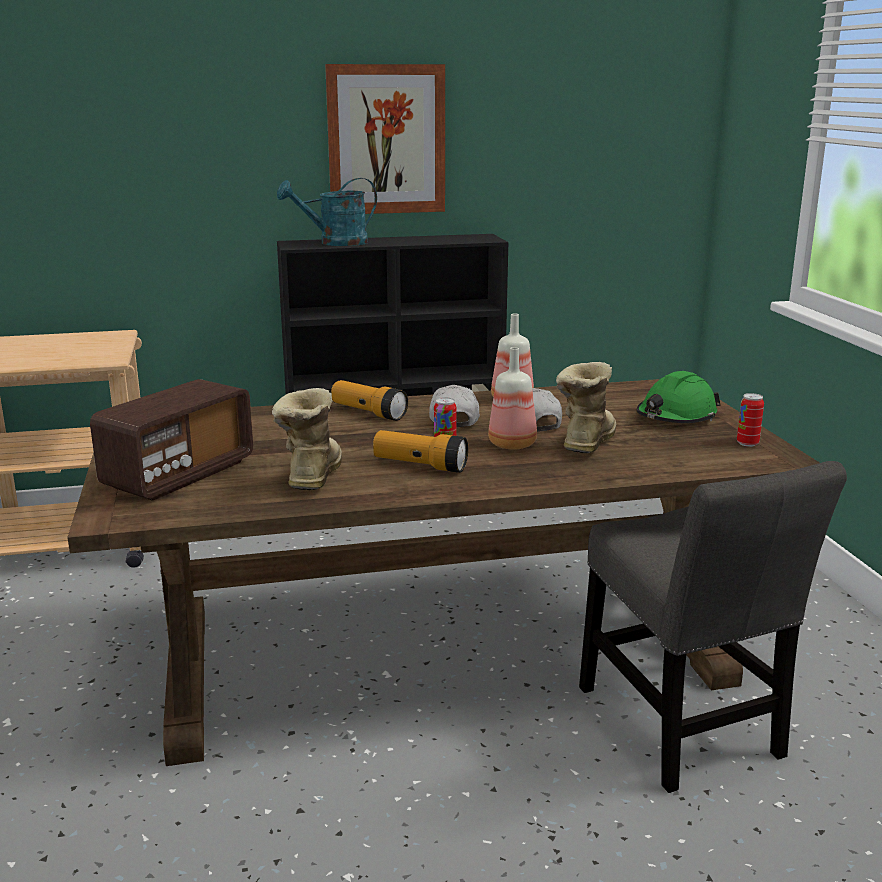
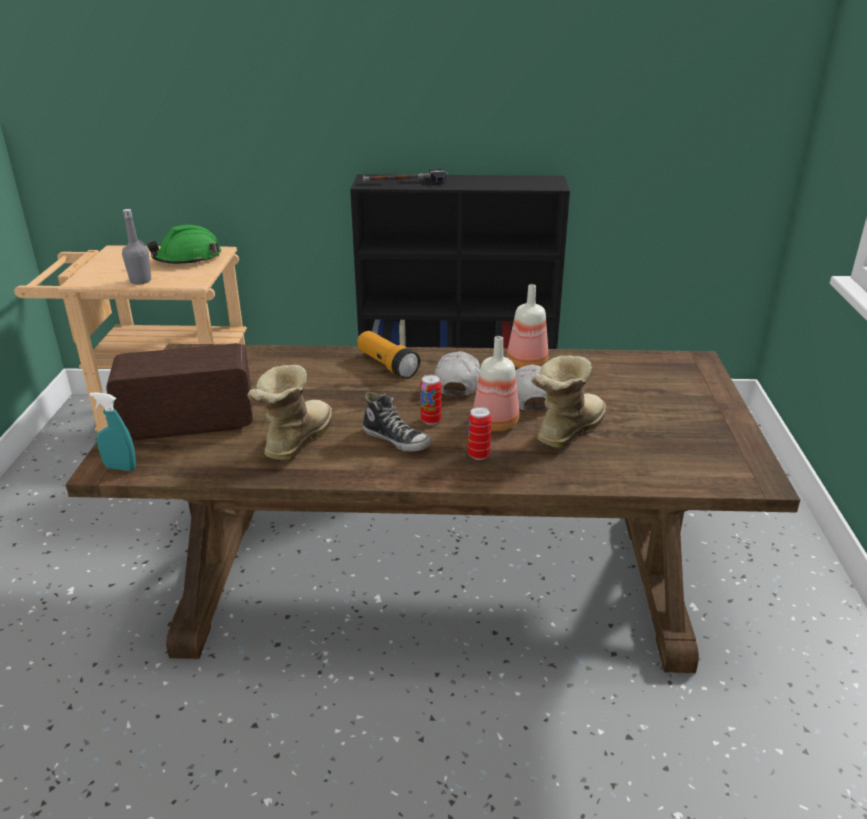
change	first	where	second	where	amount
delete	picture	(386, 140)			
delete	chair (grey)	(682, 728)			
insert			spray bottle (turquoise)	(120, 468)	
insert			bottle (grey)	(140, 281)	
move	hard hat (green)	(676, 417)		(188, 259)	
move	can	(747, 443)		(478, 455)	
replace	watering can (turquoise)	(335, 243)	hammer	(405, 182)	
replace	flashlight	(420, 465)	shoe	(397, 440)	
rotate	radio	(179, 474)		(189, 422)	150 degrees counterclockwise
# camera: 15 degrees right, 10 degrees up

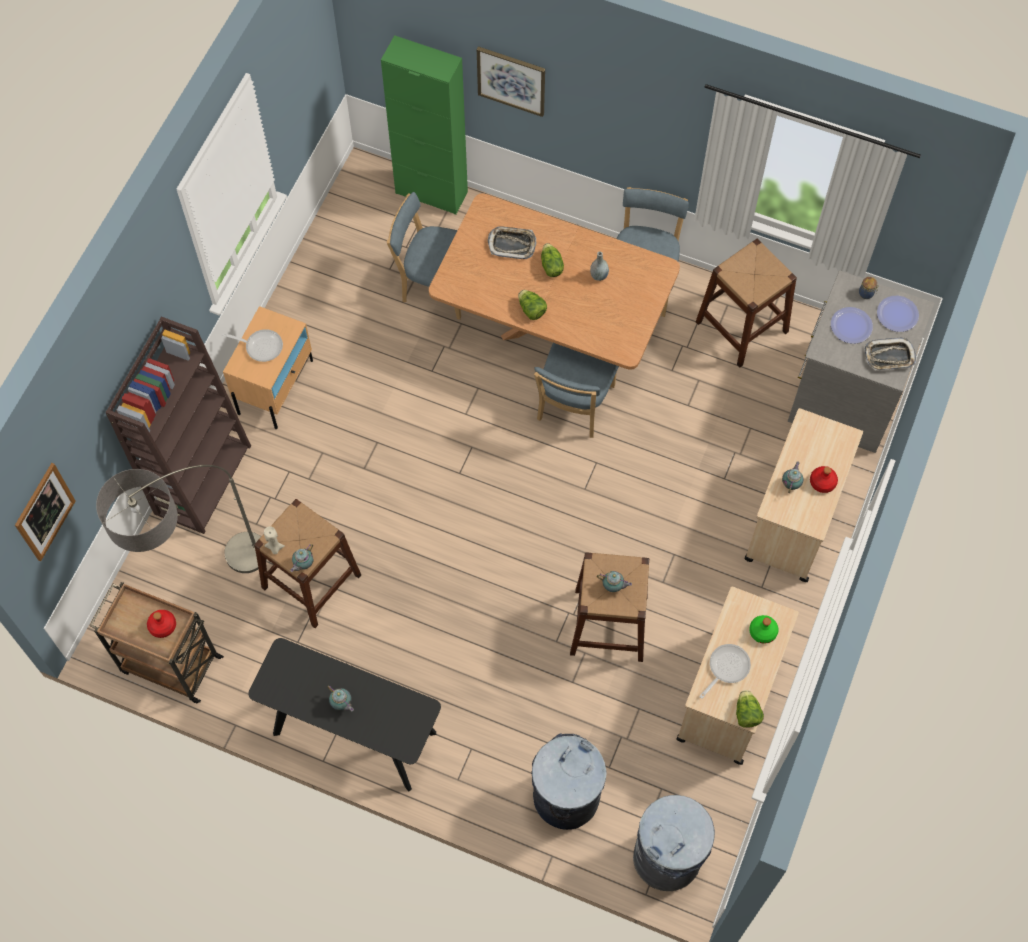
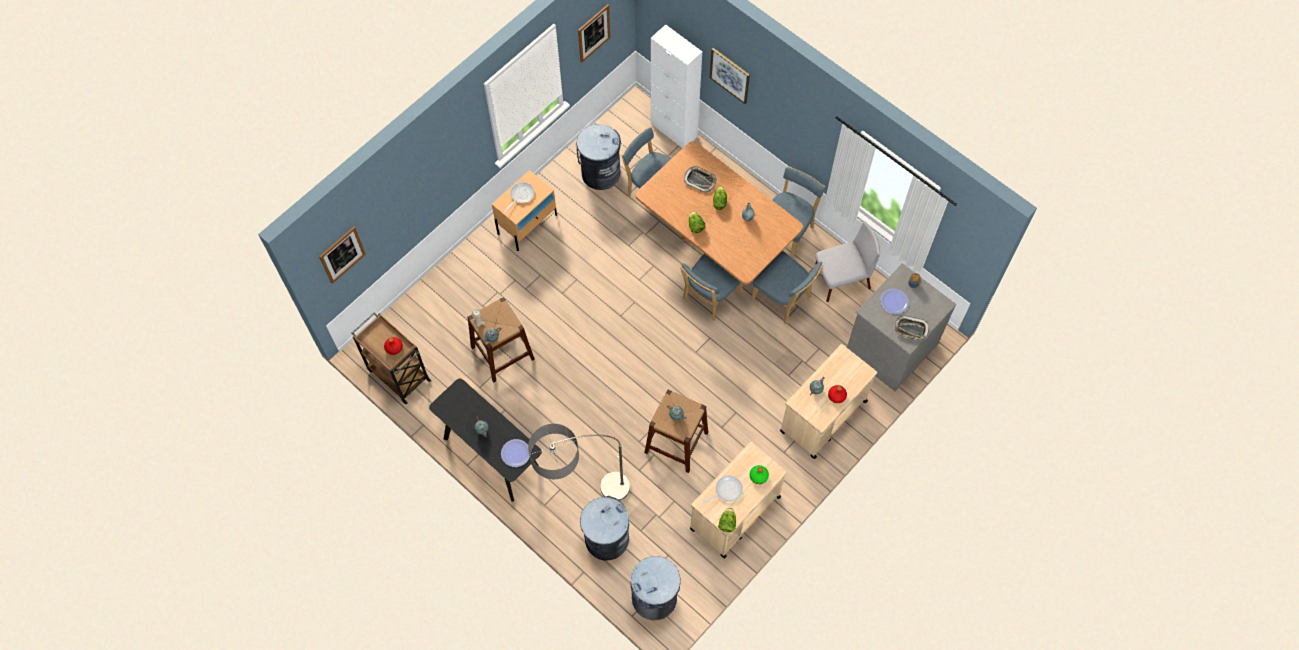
change	first	where	second	where	amount
delete	bookcase (brown)	(202, 478)			
insert			trash can (grey)	(600, 173)	
insert			picture	(593, 33)	
insert			chair (blue)	(783, 300)	
move	floor lamp	(202, 583)		(580, 497)	
move	plate	(897, 314)		(515, 453)	
replace	stool (brown)	(742, 326)	chair (grey)	(840, 281)	
recolor	cabinet (green)	(431, 192)	cabinet (white)	(674, 130)	
rotate	frying pan	(261, 346)		(520, 195)	90 degrees counterclockwise
# camera: 20 degrees right, 0 degrees up

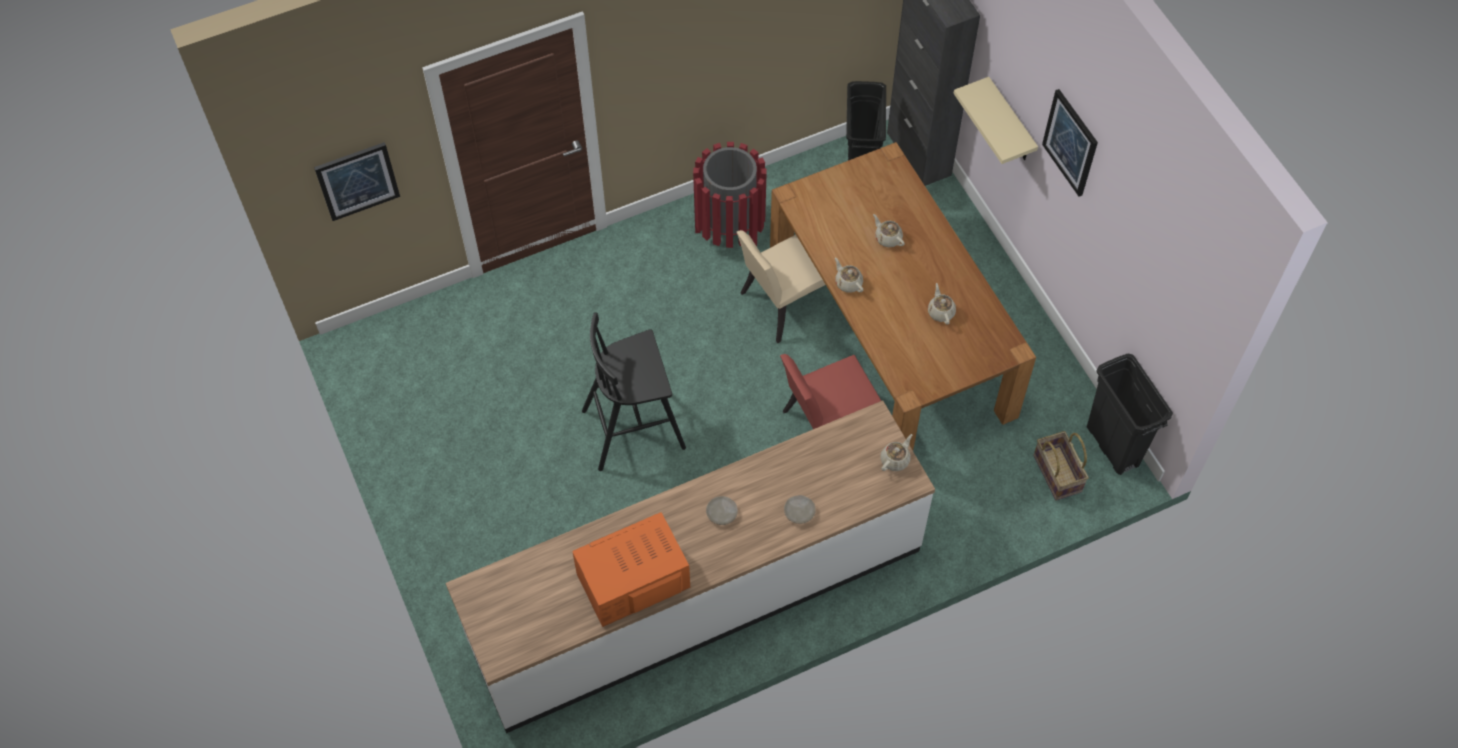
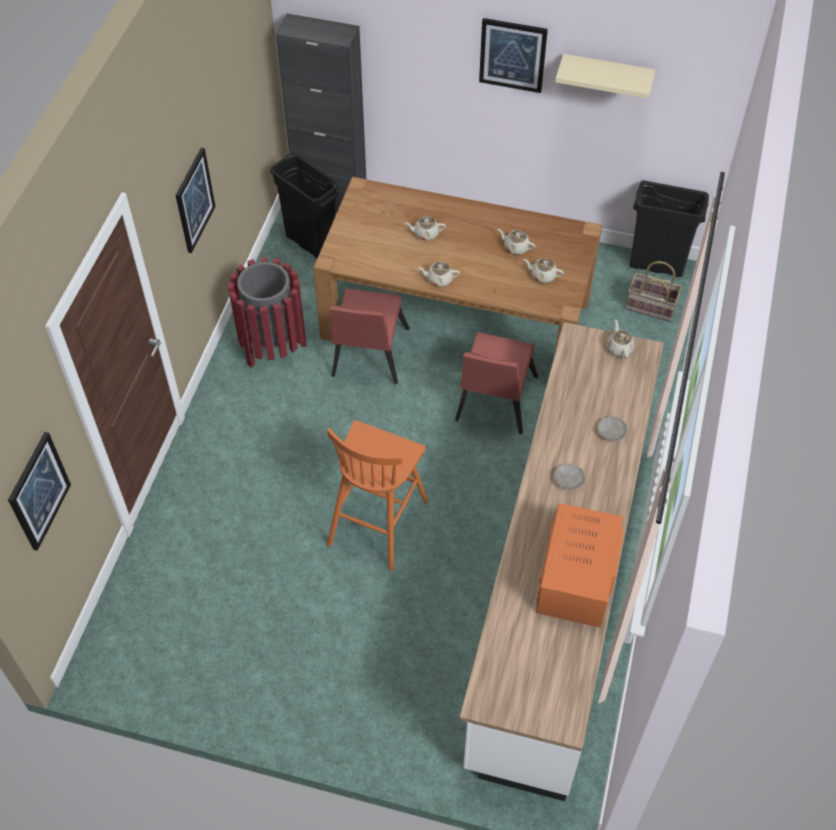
change	first	where	second	where	amount
insert			picture	(194, 200)	
insert			teapot (beige)	(542, 275)	
move	shelf (beige)	(1010, 123)		(607, 75)	
recolor	stool (black)	(635, 428)	stool (orange)	(379, 521)	
recolor	chair (beige)	(785, 302)	chair (red)	(368, 356)	
# camera: 50 degrees left, 5 degrees down

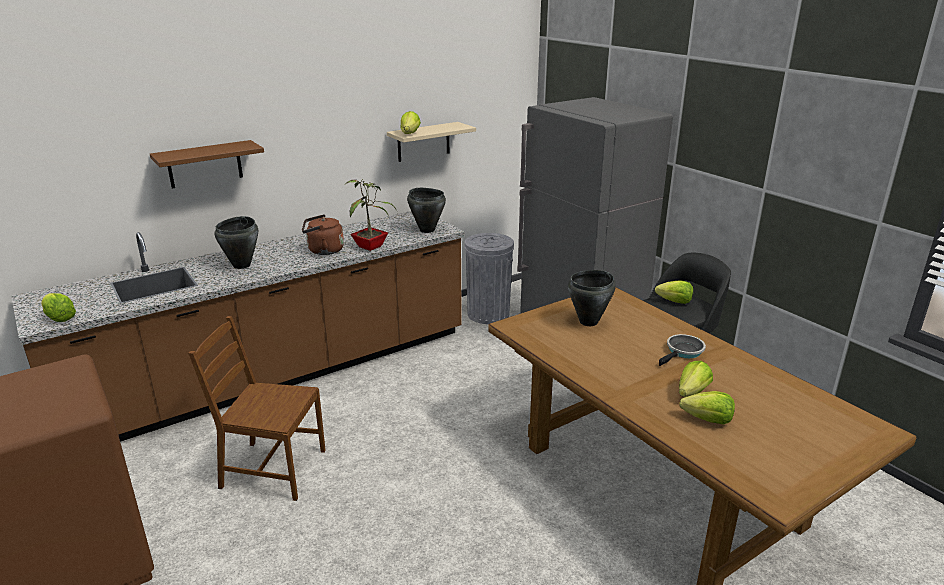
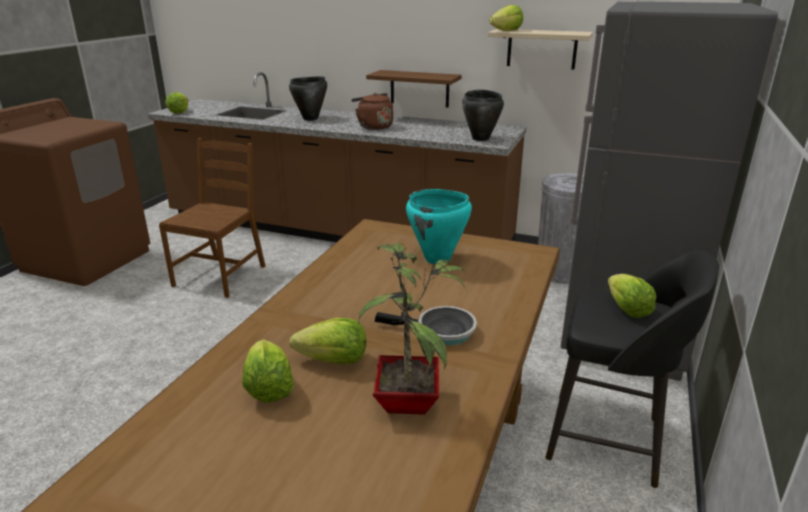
change	first	where	second	where	amount
move	shelf (brown)	(205, 164)		(419, 88)	
move	potted plant	(371, 246)		(410, 402)	
recolor	cooking pot (black)	(589, 322)	cooking pot (turquoise)	(437, 259)	
rotate	chair (brown)	(272, 469)		(220, 275)	45 degrees clockwise
# camera: 55 degrees right, 0 degrees up

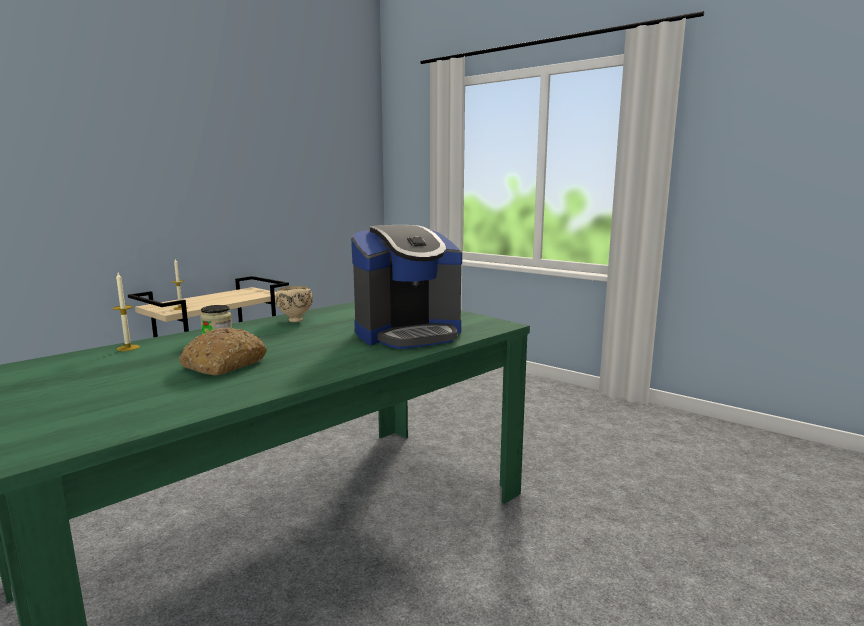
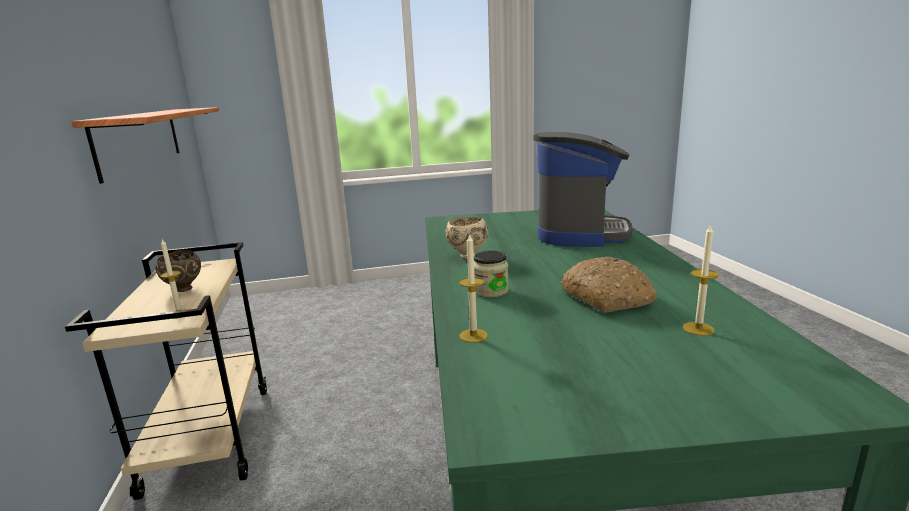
change	first	where	second	where	amount
insert			shelf	(140, 140)	
insert			bowl (brown)	(184, 289)	
insert			candle	(698, 328)	
# camera: 50 degrees left, 5 degrees up

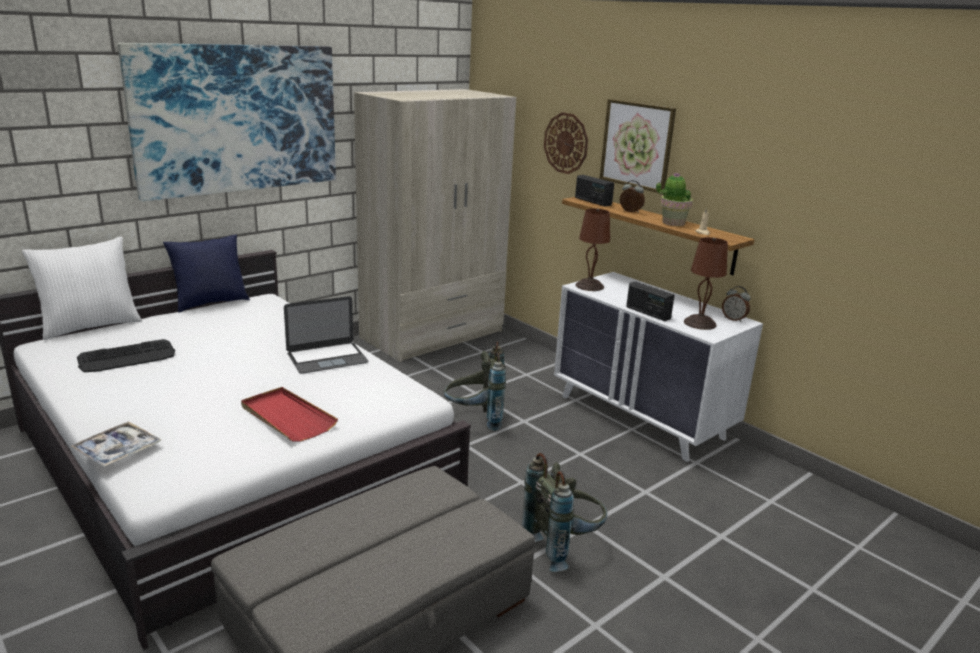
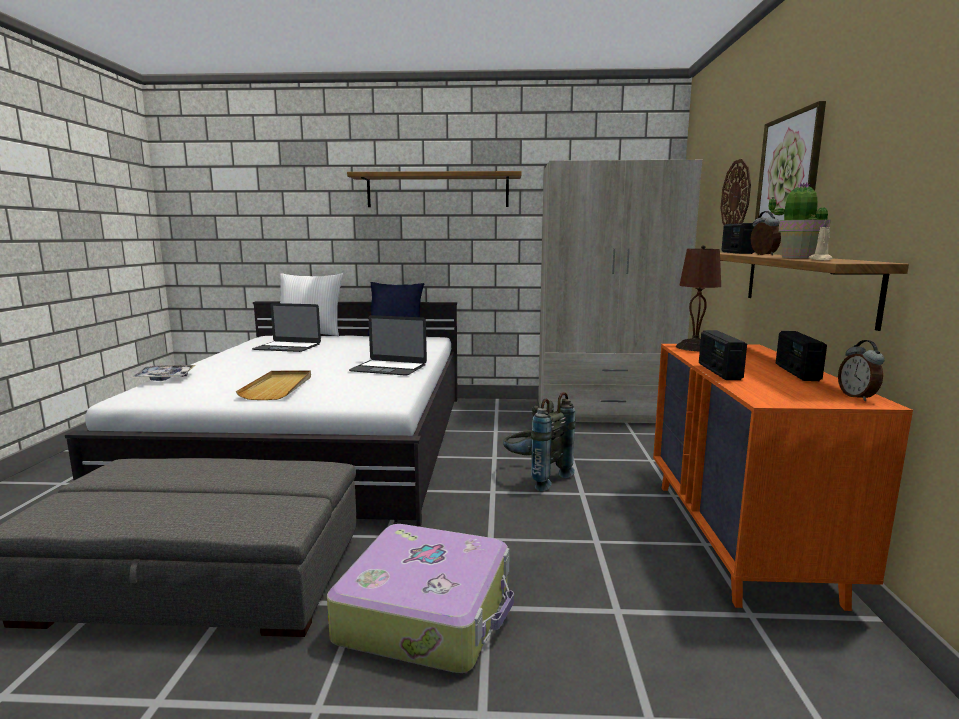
change	first	where	second	where	amount
delete	table lamp (brown)	(699, 323)			
insert			radio	(796, 372)	
replace	keyboard	(127, 357)	laptop	(287, 347)	
replace	picture	(238, 119)	shelf	(437, 191)	
replace	backpack (grey)	(563, 547)	suitcase	(427, 613)	
recolor	tray (red)	(287, 417)	tray (beige)	(278, 387)	
recolor	dresser (white)	(642, 417)	dresser (orange)	(739, 538)	
# camera: 45 degrees right, 10 degrees down

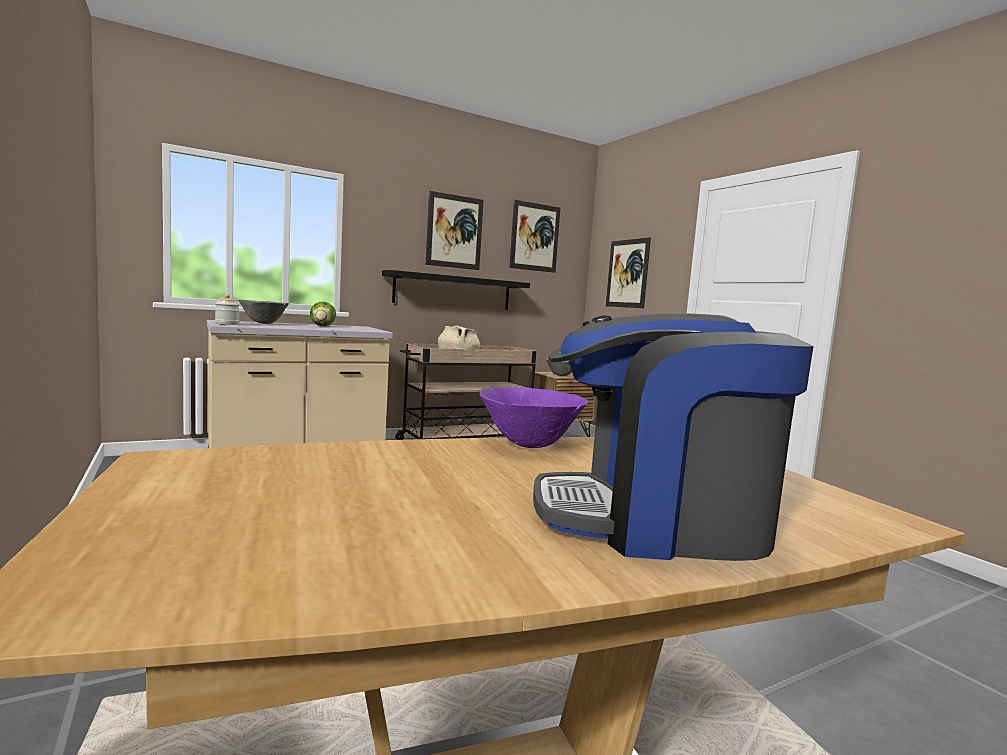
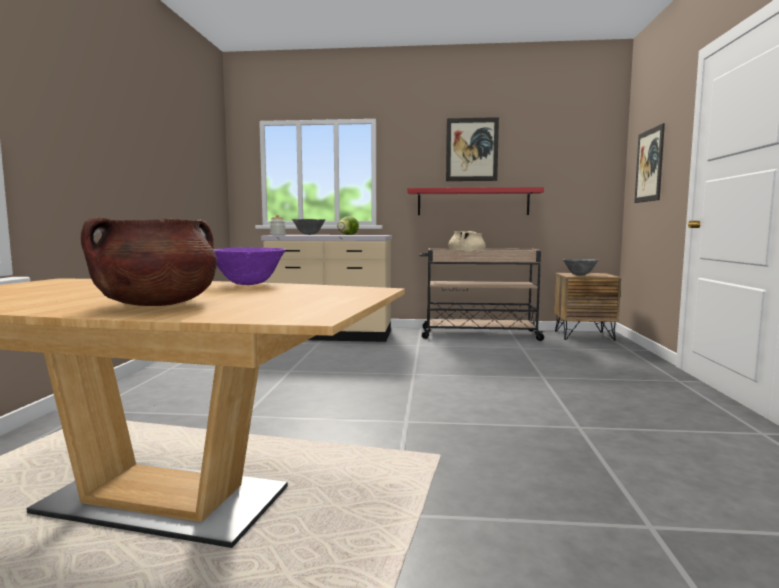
change	first	where	second	where	amount
delete	picture	(534, 237)			
replace	coffee machine	(656, 521)	cooking pot (brown)	(157, 305)	
recolor	shelf (black)	(453, 291)	shelf (red)	(473, 202)	
# camera: 35 degrees right, 0 degrees up

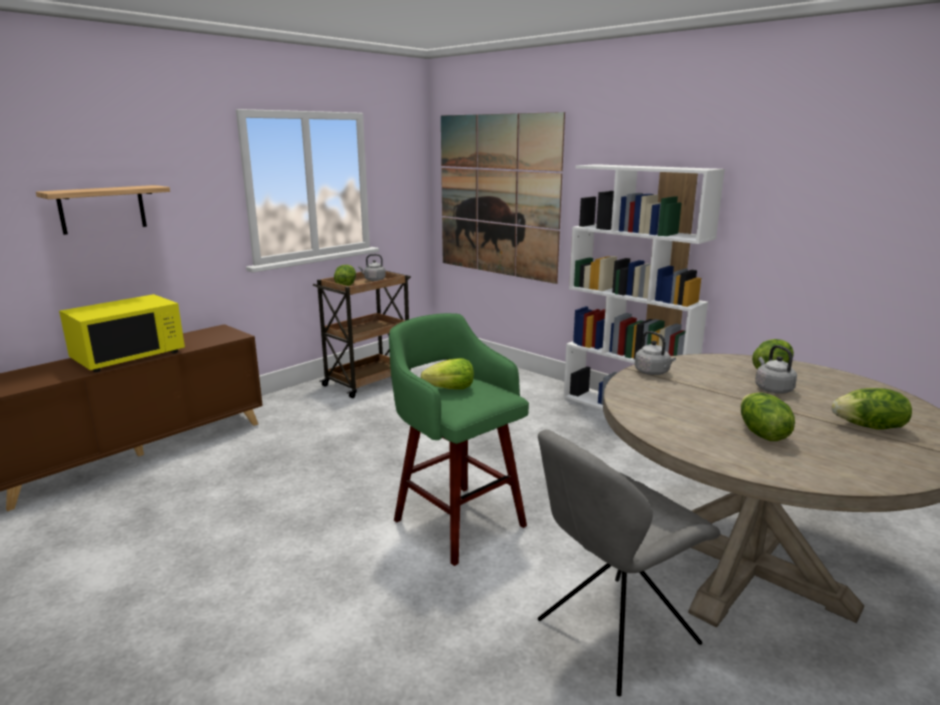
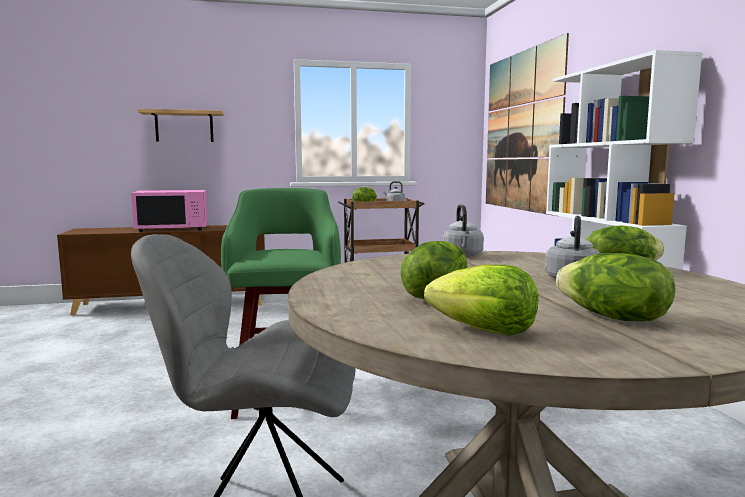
change	first	where	second	where	amount
move	lettuce	(451, 389)		(485, 332)	
recolor	microwave (yellow)	(129, 356)	microwave (pink)	(173, 229)	
# camera: 35 degrees right, 10 degrees down

